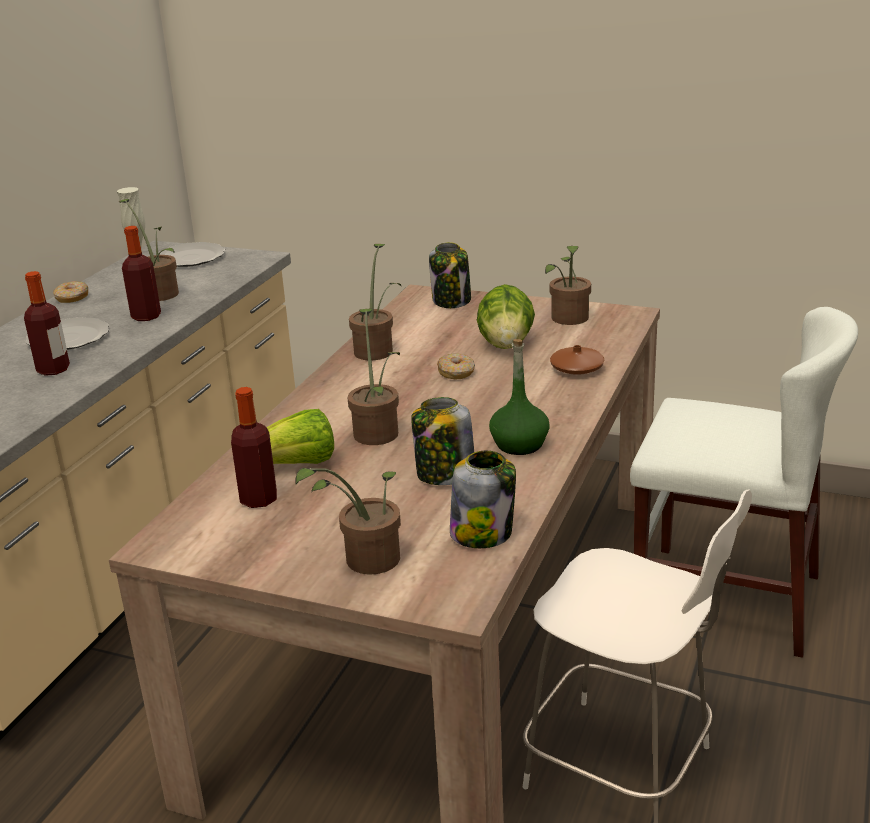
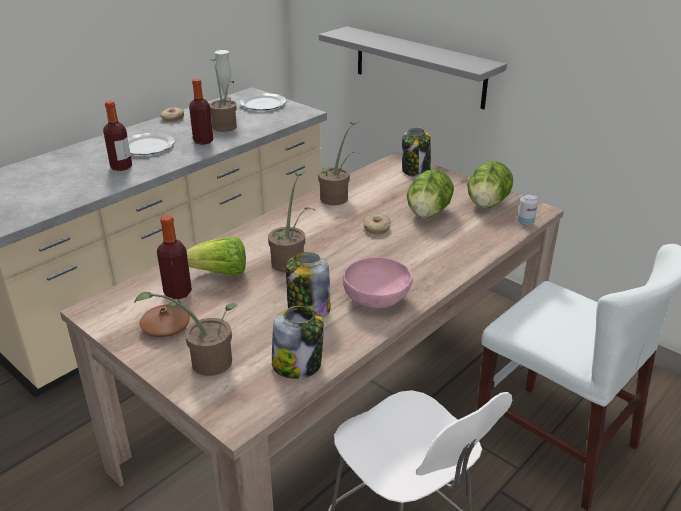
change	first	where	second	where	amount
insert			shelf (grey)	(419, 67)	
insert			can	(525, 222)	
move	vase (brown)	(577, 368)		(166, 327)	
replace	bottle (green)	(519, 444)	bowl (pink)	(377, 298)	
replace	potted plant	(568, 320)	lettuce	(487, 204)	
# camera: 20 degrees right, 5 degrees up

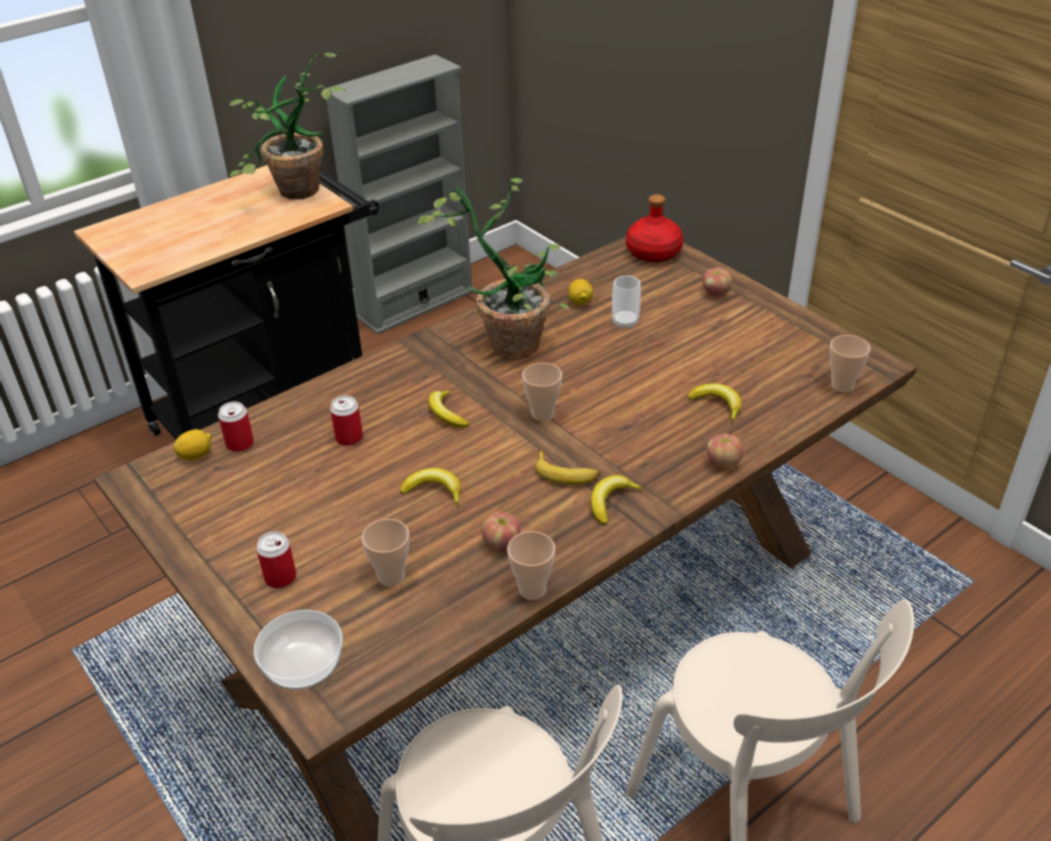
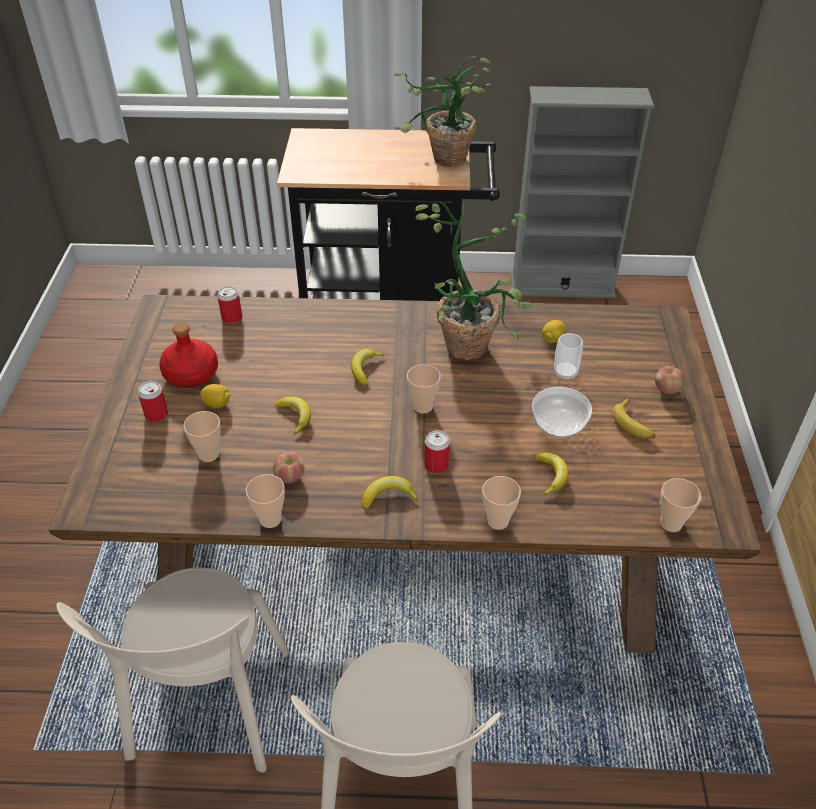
change	first	where	second	where	amount
move	lemon	(196, 455)		(217, 404)	
move	bowl	(302, 664)		(558, 422)	
move	can	(349, 438)		(436, 465)	
move	banana	(566, 474)		(633, 424)	
move	bottle (red)	(654, 253)		(191, 374)	
replace	apple	(723, 463)	cup	(498, 521)	
# camera: 40 degrees right, 5 degrees up

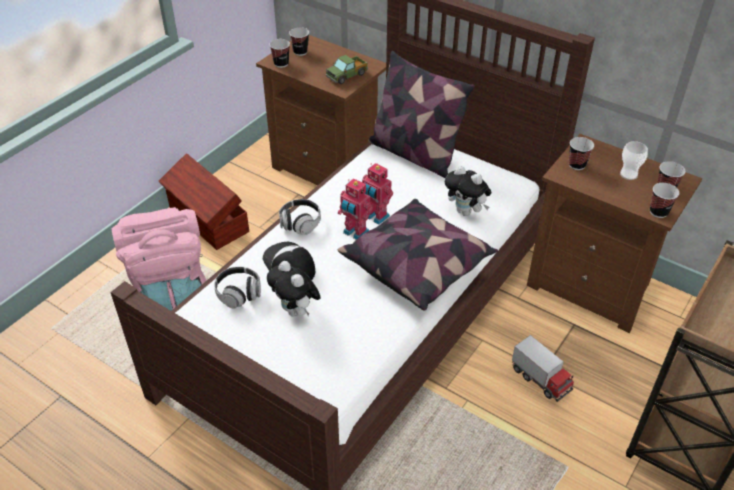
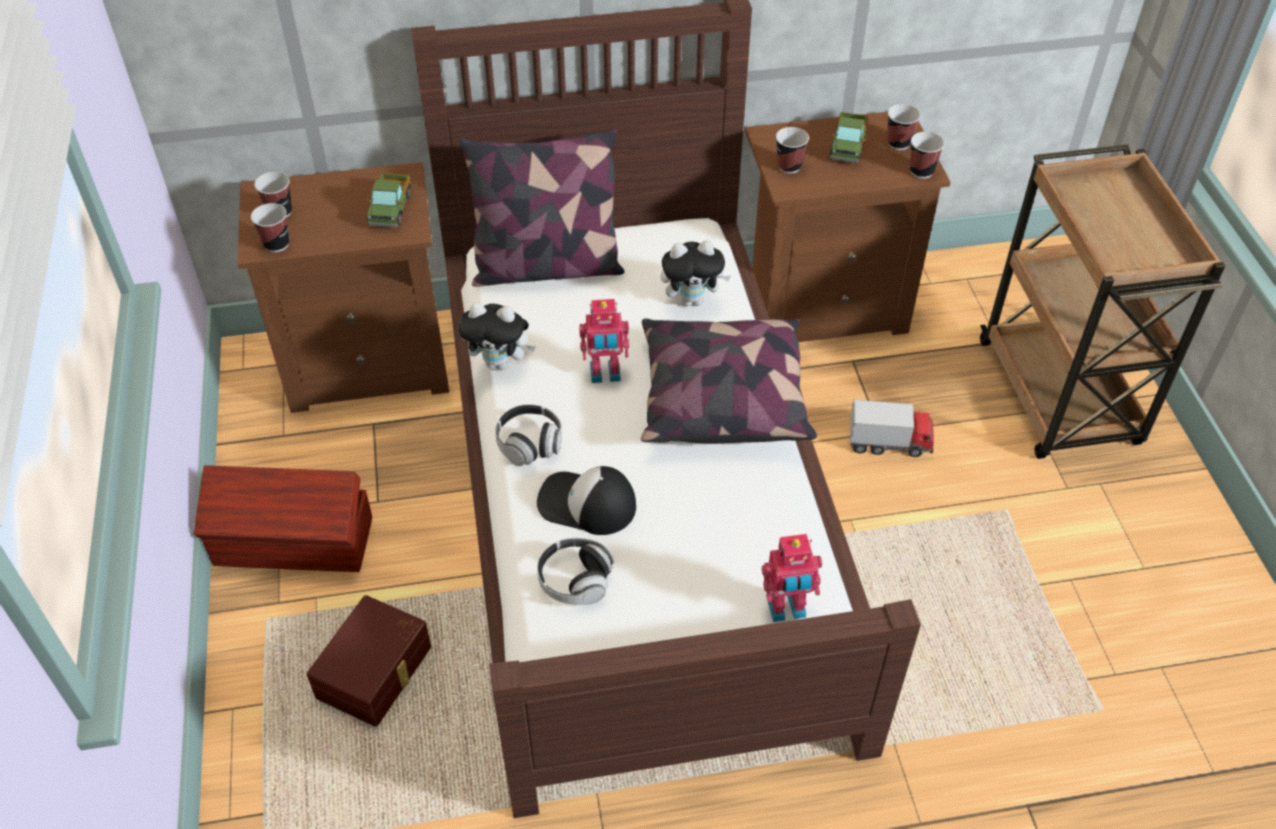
change	first	where	second	where	amount
move	plush toy	(296, 311)		(500, 363)	
move	toy robot	(355, 233)		(786, 609)	
replace	backpack (pink)	(171, 295)	storage box (brown)	(376, 673)	
replace	cup	(628, 174)	toy truck	(847, 146)	
# camera: 45 degrees left, 5 degrees up

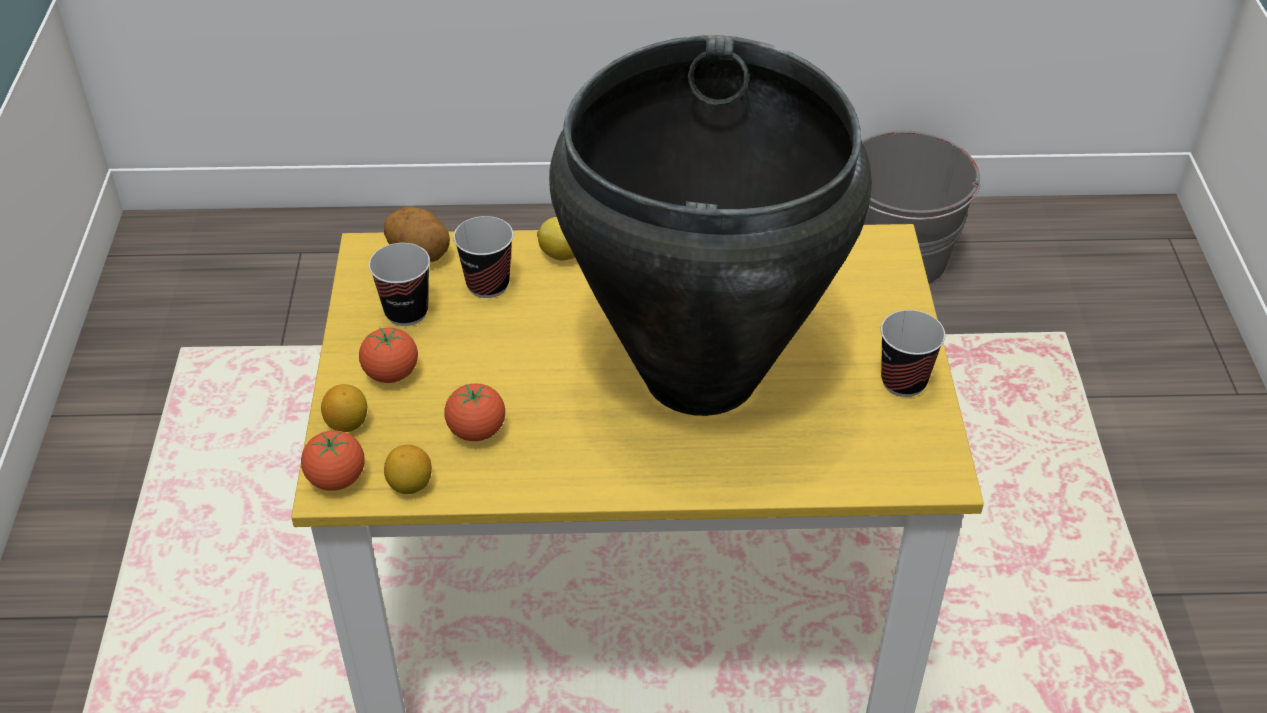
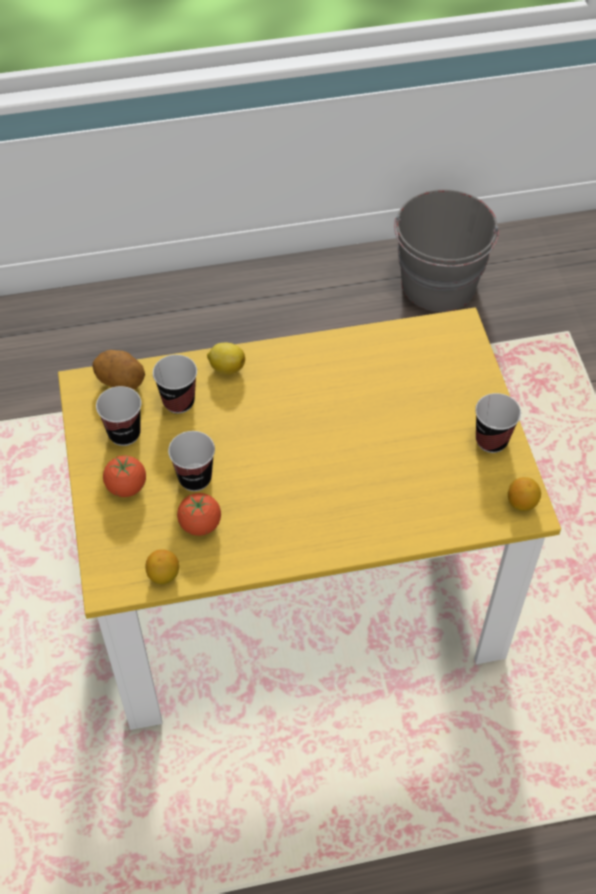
change	first	where	second	where	amount
delete	tomato	(336, 479)			
delete	vase (black)	(700, 374)			
insert			cup	(195, 478)	
move	lemon	(347, 424)		(521, 503)	
# camera: 10 degrees left, 10 degrees up

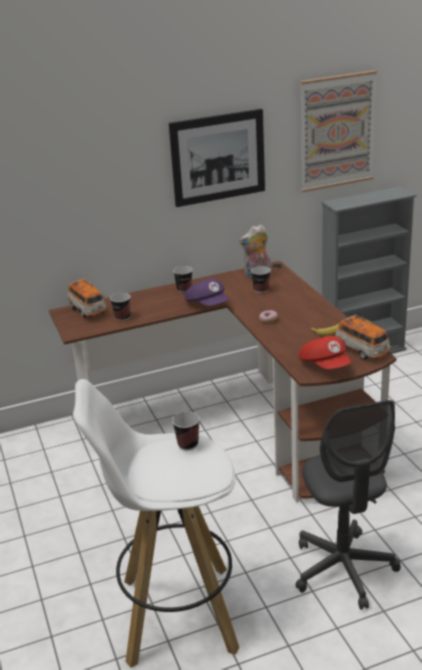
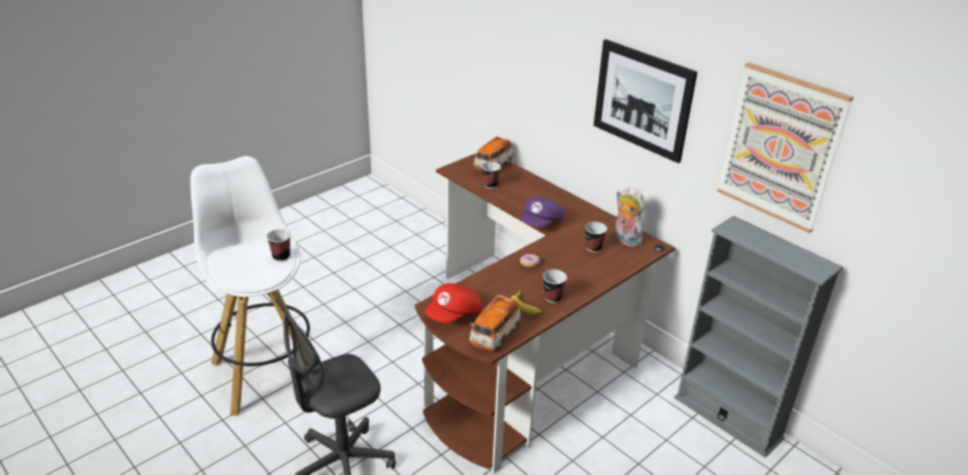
change	first	where	second	where	amount
move	cup	(184, 289)		(552, 298)	
# camera: 65 degrees right, 5 degrees up

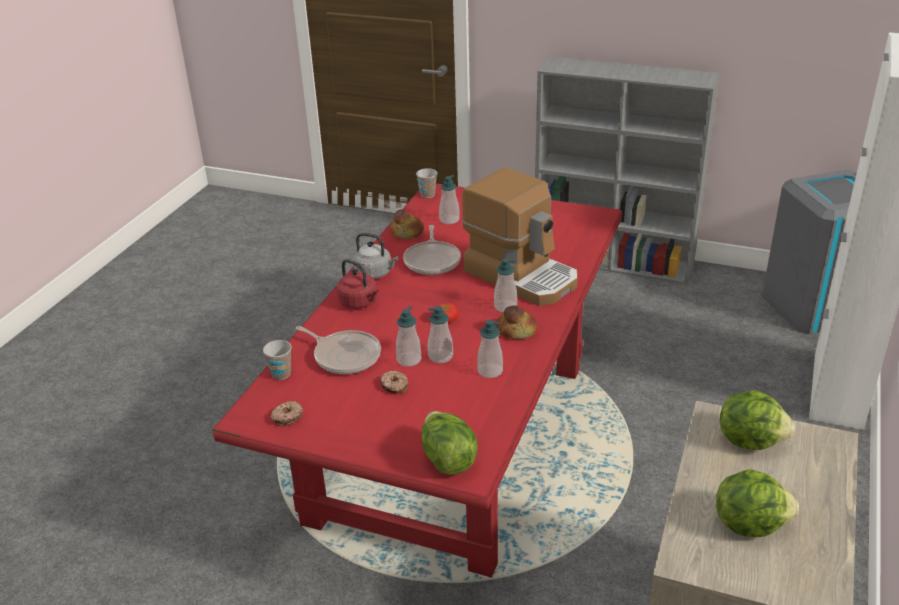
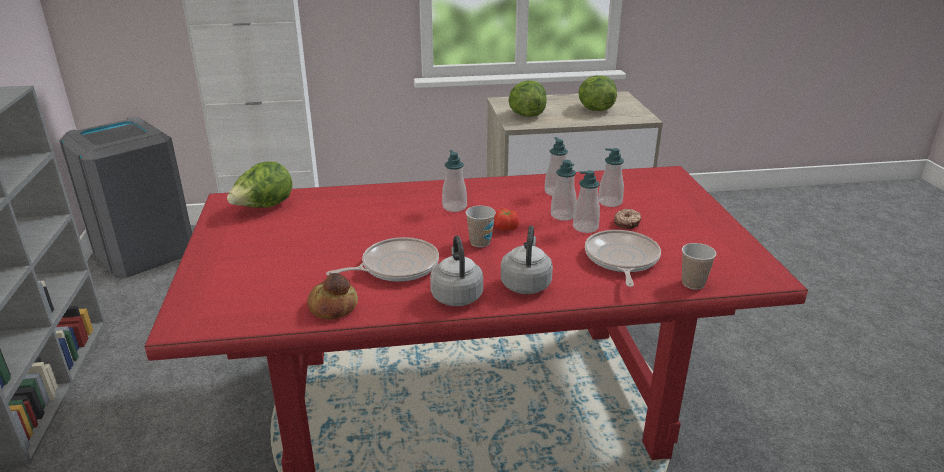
change	first	where	second	where	amount
delete	donut	(287, 417)			
delete	coffee machine	(522, 275)			
delete	bread	(516, 330)			
move	cup	(427, 195)		(480, 242)	
move	lettuce	(447, 459)		(264, 207)	
move	soap dispenser	(449, 220)		(610, 202)	
recolor	kettle (red)	(360, 303)	kettle (grey)	(526, 283)	
# camera: 120 degrees left, 5 degrees down

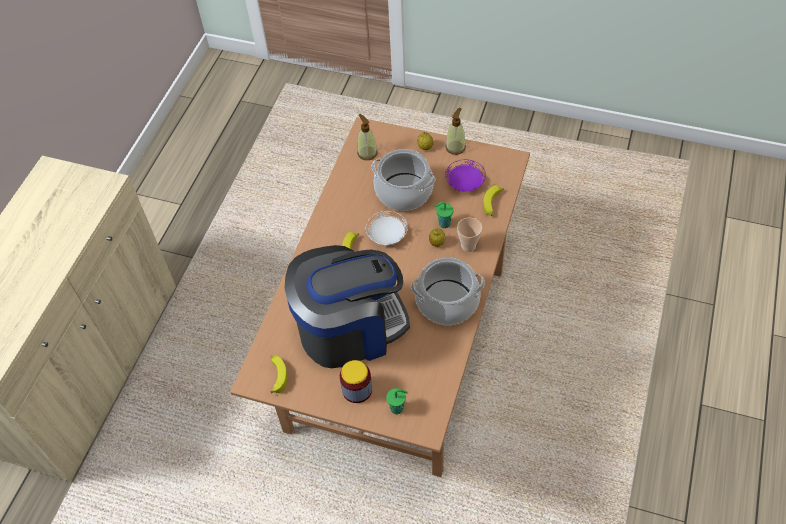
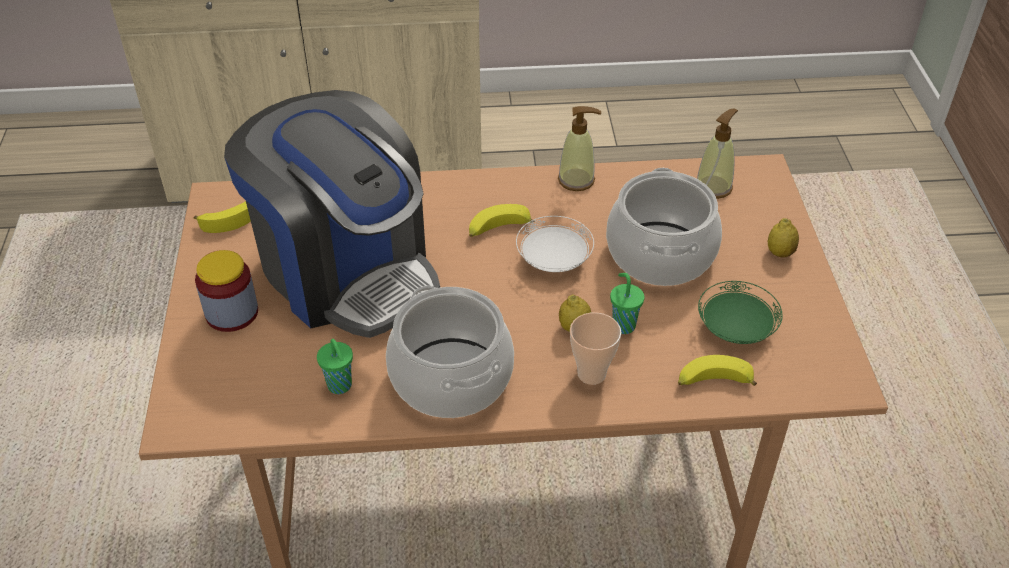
change	first	where	second	where	amount
move	cup (green)	(397, 408)		(340, 386)	
move	soap dispenser	(455, 147)		(576, 180)	
recolor	plate (purple)	(464, 183)	plate (green)	(735, 328)	
# camera: 65 degrees right, 10 degrees down

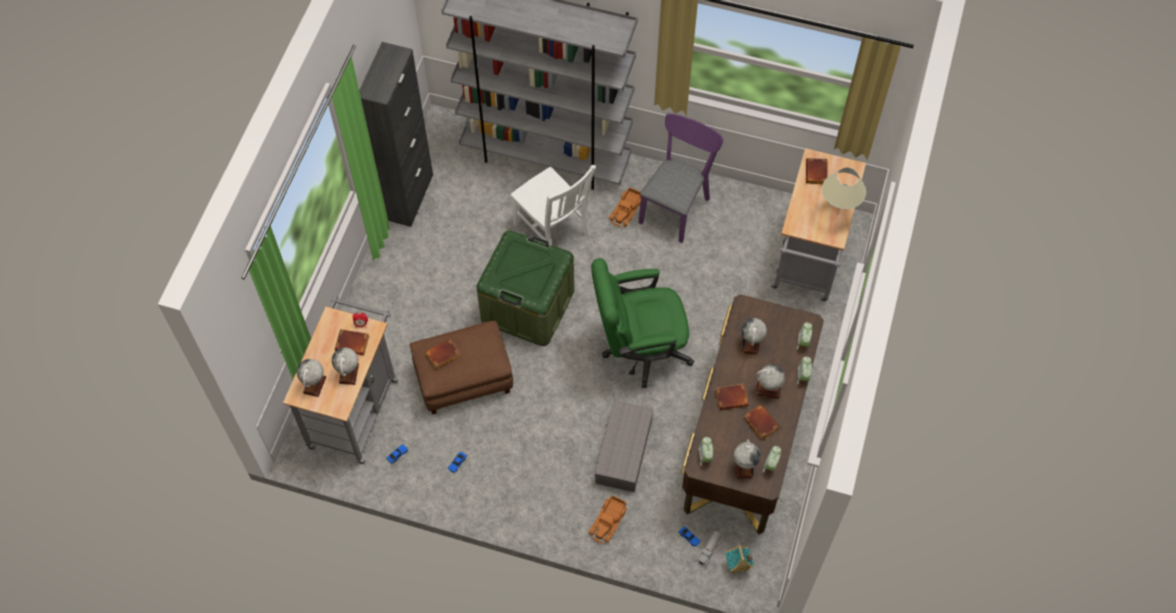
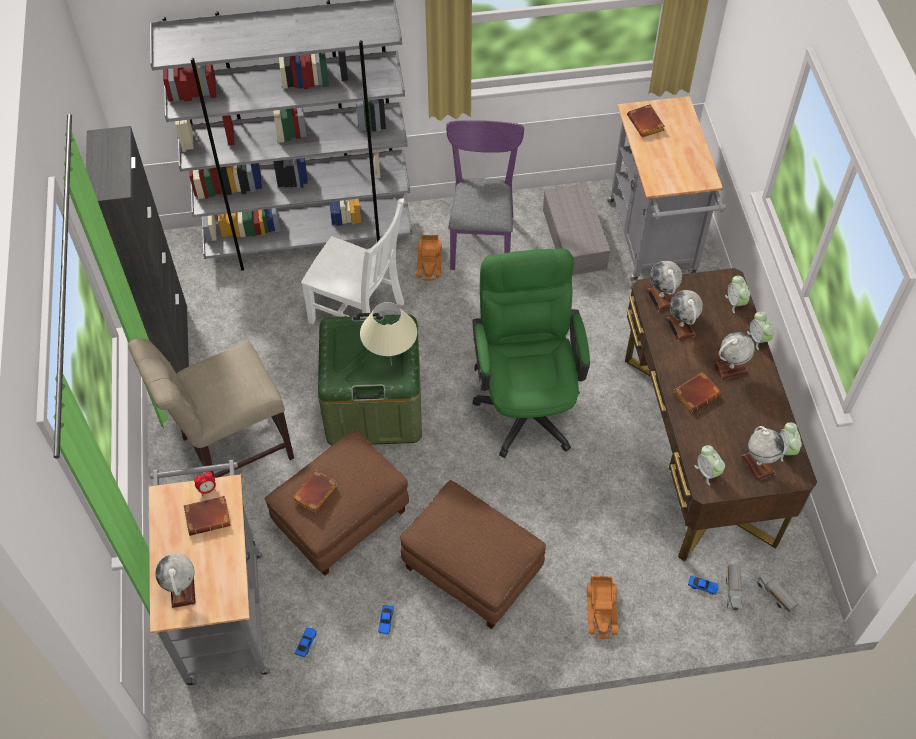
change	first	where	second	where	amount
delete	book (brown)	(759, 423)			
insert			chair (beige)	(230, 449)	
insert			ottoman (brown)	(473, 568)	
move	globe	(349, 373)		(661, 298)	
move	storage box (grey)	(624, 453)		(575, 240)	
move	table lamp (beige)	(837, 214)		(391, 365)	
replace	toy house	(737, 567)	toy truck	(775, 595)	
rotate	office chair (green)	(639, 349)		(526, 402)	120 degrees clockwise
# camera: 25 degrees left, 5 degrees down

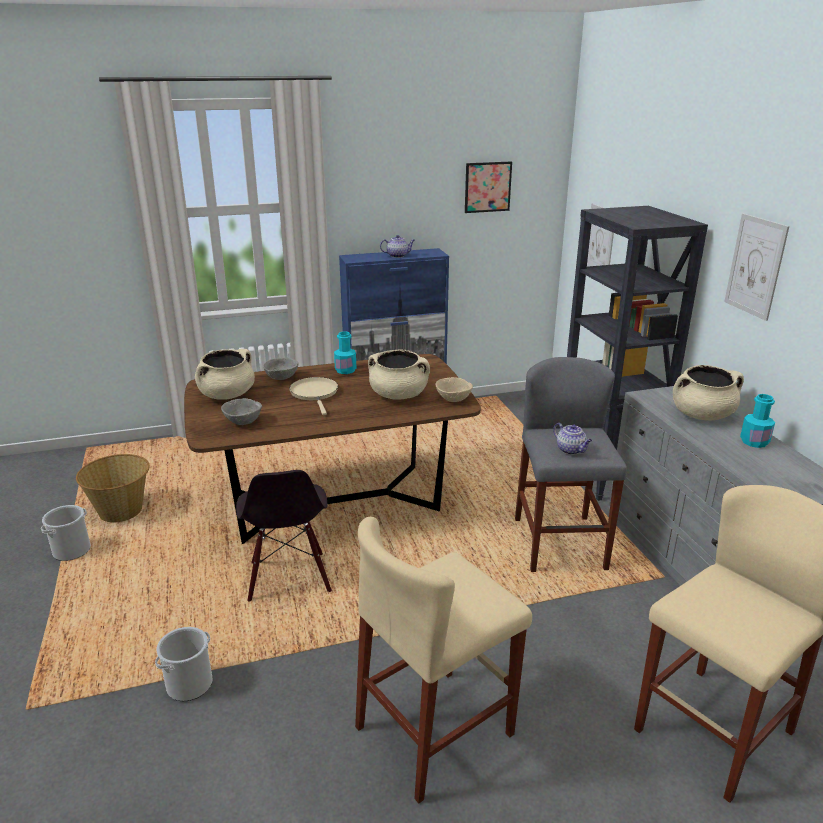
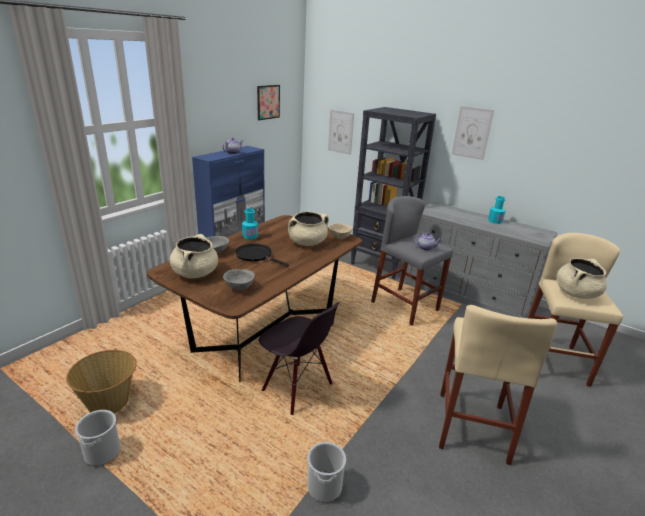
change	first	where	second	where	amount
move	cooking pot (beige)	(702, 415)		(576, 293)	
recolor	frying pan (beige)	(315, 394)	frying pan (black)	(256, 255)	
# camera: 40 degrees left, 0 degrees up

